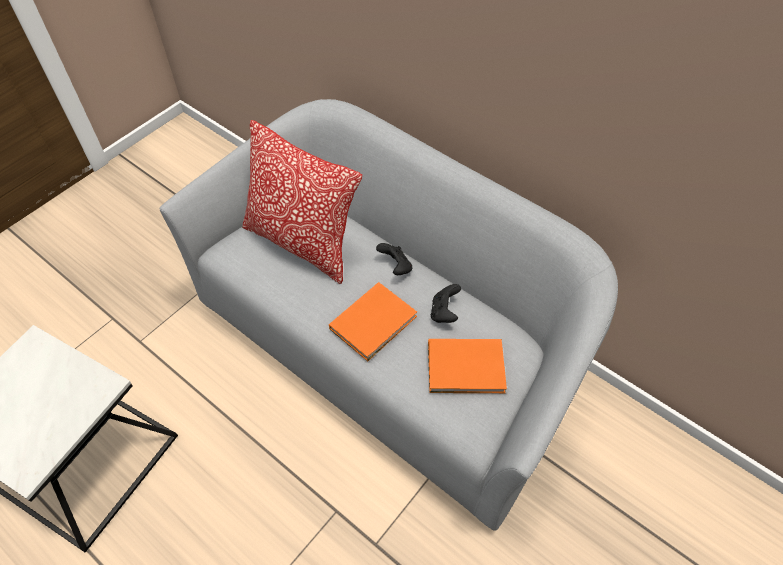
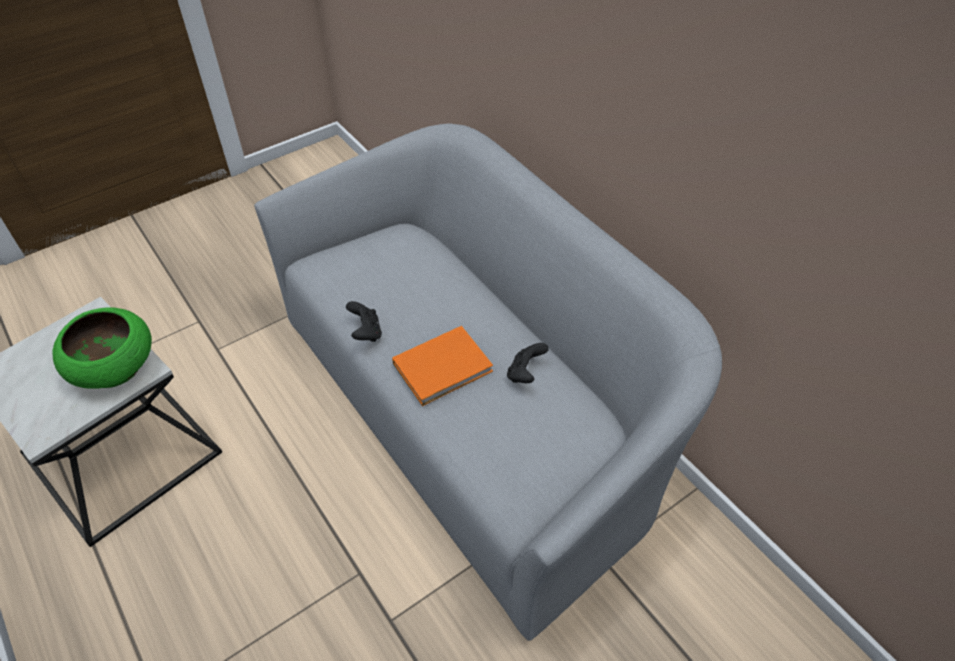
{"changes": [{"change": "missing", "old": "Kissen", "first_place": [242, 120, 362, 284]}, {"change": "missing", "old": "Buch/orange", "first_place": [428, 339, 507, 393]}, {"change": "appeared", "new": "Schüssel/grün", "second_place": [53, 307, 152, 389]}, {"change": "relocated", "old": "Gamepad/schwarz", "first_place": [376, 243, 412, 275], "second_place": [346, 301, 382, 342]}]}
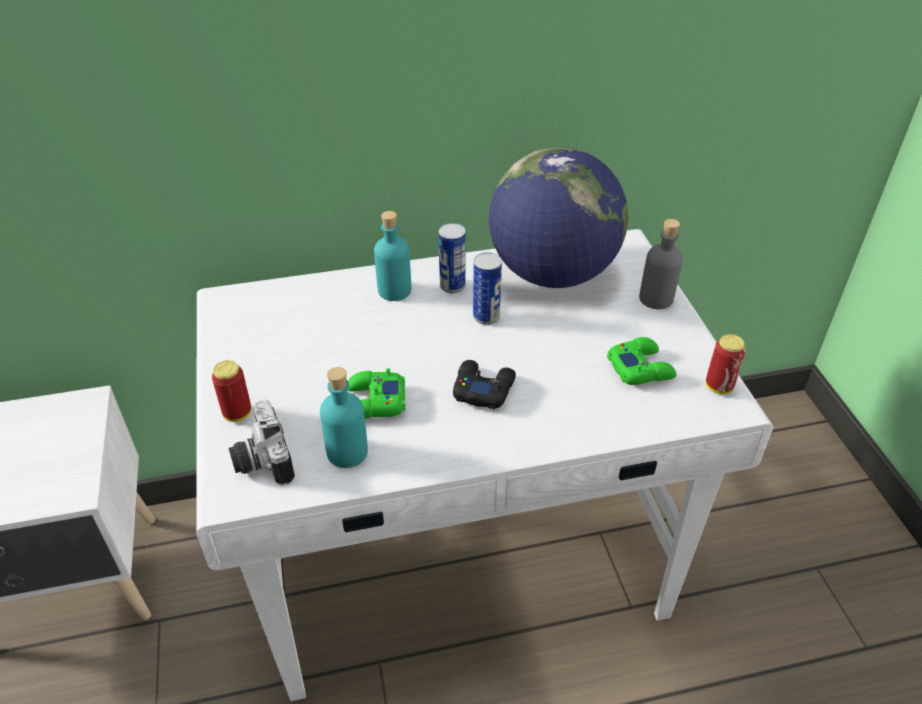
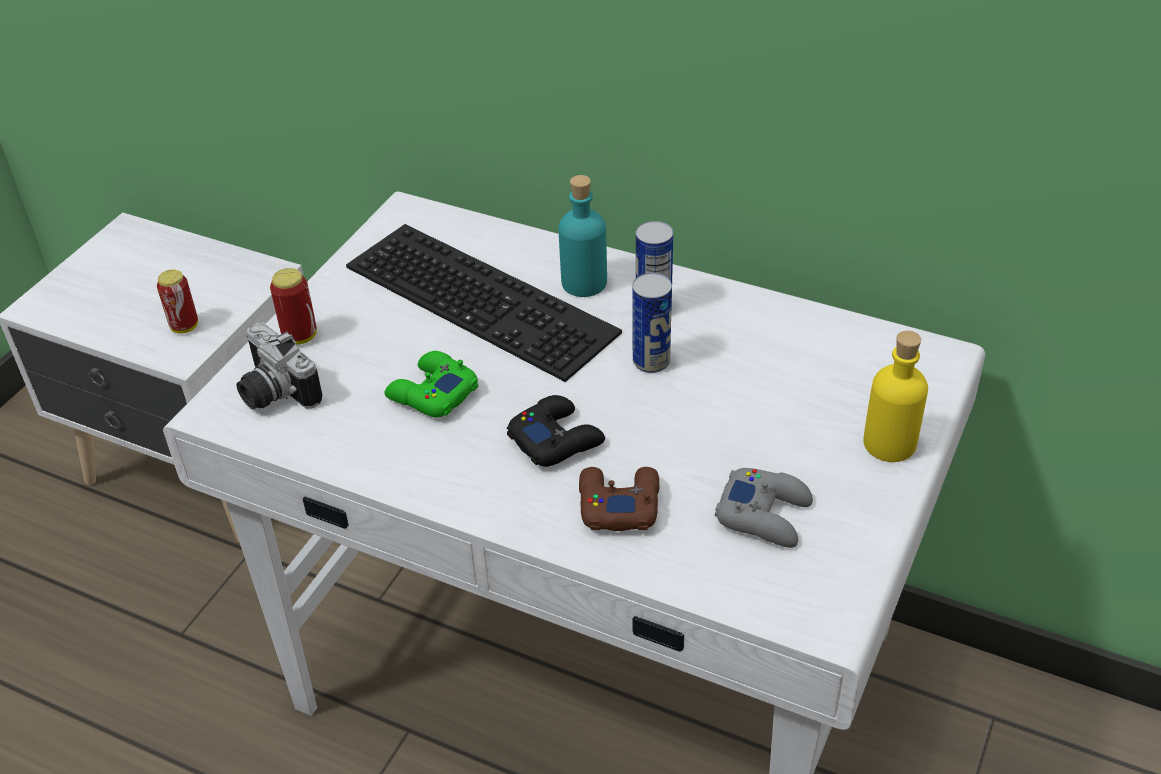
{"changes": [{"change": "missing", "old": "Flasche/türkis", "first_place": [320, 367, 368, 468]}, {"change": "missing", "old": "Globus", "first_place": [489, 147, 628, 288]}, {"change": "appeared", "new": "Tastatur", "second_place": [346, 224, 622, 382]}, {"change": "appeared", "new": "Gamepad/braun", "second_place": [579, 467, 659, 531]}, {"change": "relocated", "old": "Dose", "first_place": [706, 334, 746, 394], "second_place": [157, 270, 198, 334]}, {"change": "colour", "old": "Gamepad/grün", "new": "Gamepad/grau", "first_place": [607, 337, 677, 385], "second_place": [715, 468, 813, 548]}, {"change": "colour", "old": "Flasche/grau", "new": "Flasche/gelb", "first_place": [639, 219, 683, 309], "second_place": [863, 331, 928, 462]}, {"change": "spun", "old": "Kamera", "first_place": [228, 400, 295, 486], "second_place": [236, 322, 322, 409], "degrees": -60}]}
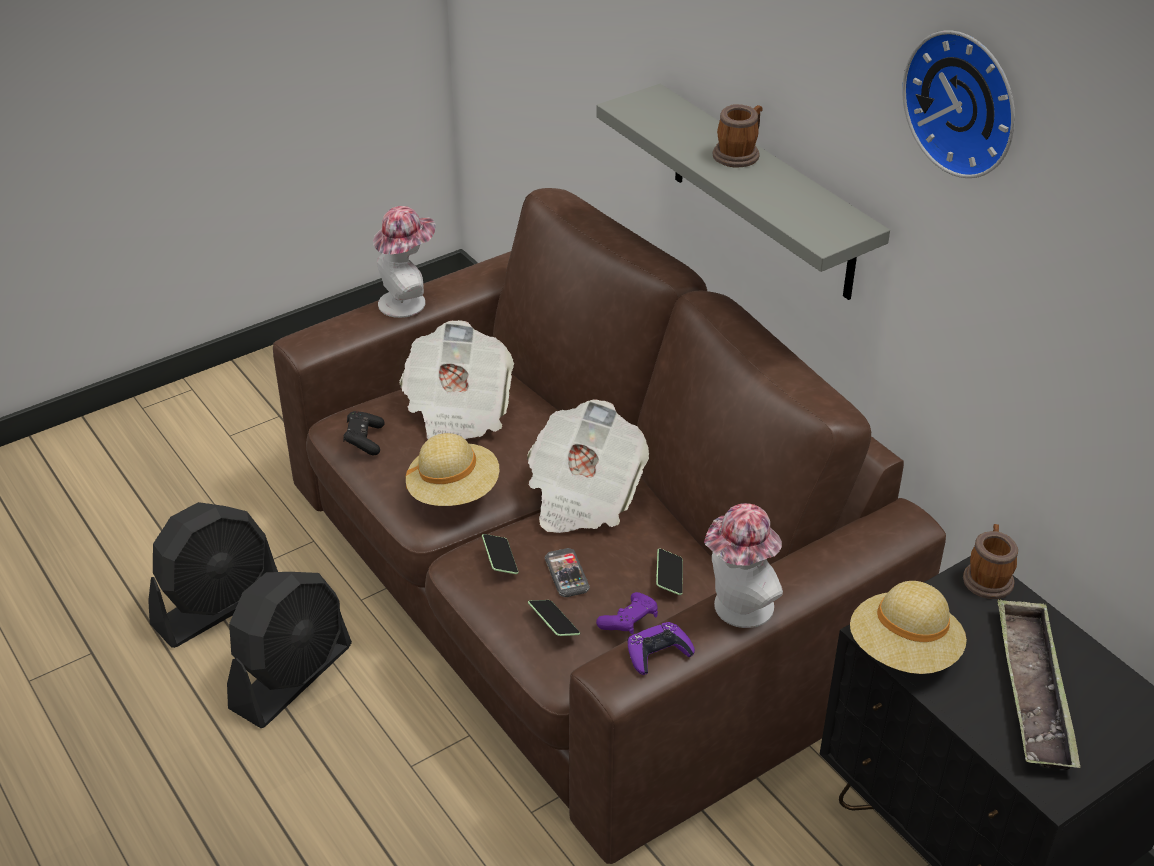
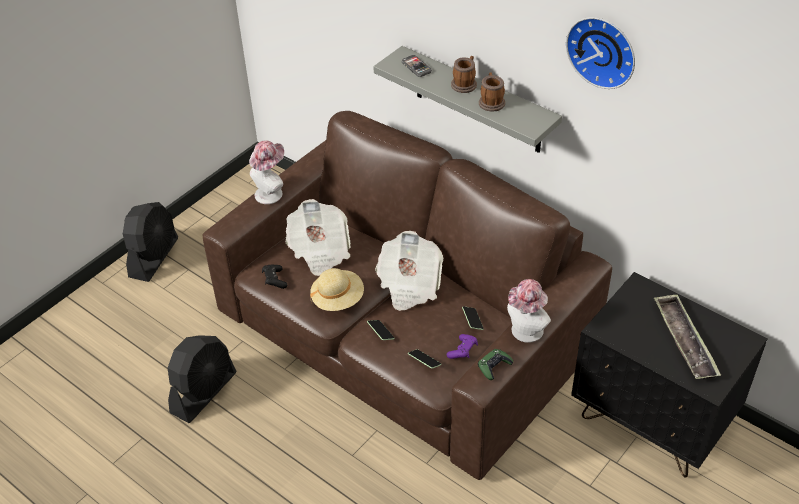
{"changes": [{"change": "missing", "old": "Hut/beige", "first_place": [850, 581, 967, 674]}, {"change": "relocated", "old": "Ventilator/schwarz", "first_place": [227, 572, 352, 728], "second_place": [123, 202, 178, 282]}, {"change": "relocated", "old": "Handy", "first_place": [545, 548, 590, 597], "second_place": [402, 55, 432, 77]}, {"change": "relocated", "old": "Henkelbecher", "first_place": [963, 524, 1018, 599], "second_place": [479, 72, 505, 111]}, {"change": "colour", "old": "Gamepad/lila", "new": "Gamepad/grün", "first_place": [628, 622, 695, 675], "second_place": [478, 349, 513, 380]}]}
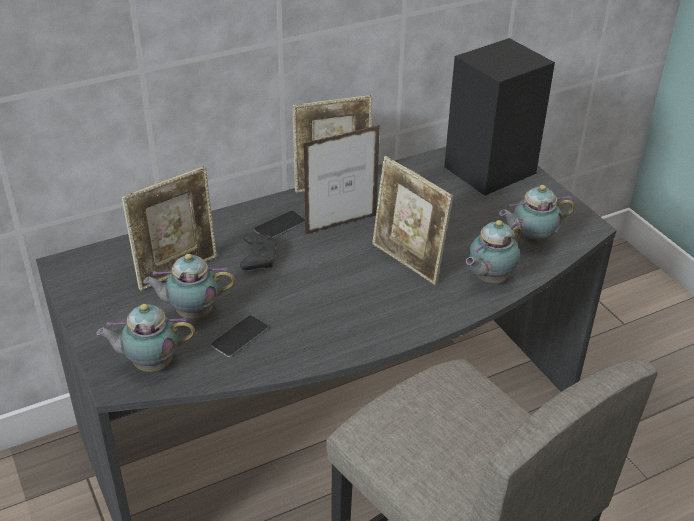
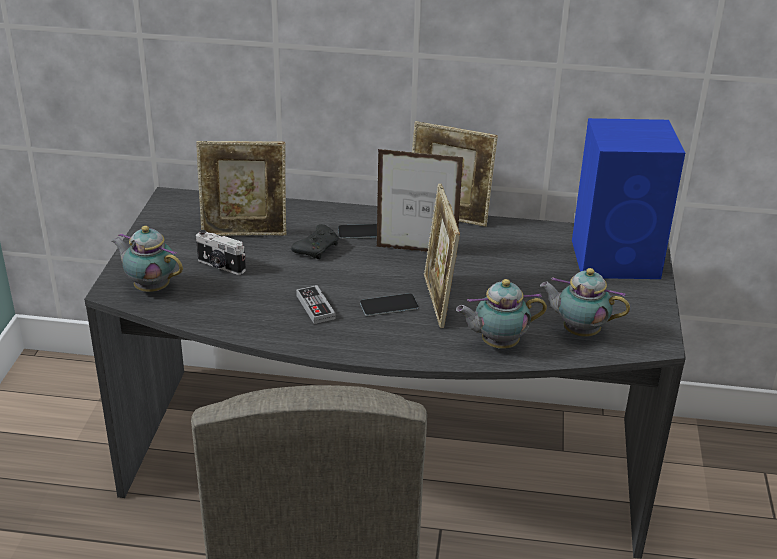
{"changes": [{"change": "appeared", "new": "Gamepad", "second_place": [296, 285, 335, 324]}, {"change": "relocated", "old": "Handy", "first_place": [211, 316, 268, 357], "second_place": [360, 293, 419, 316]}, {"change": "exchanged", "old": "Teekanne", "new": "Kamera", "first_place": [143, 254, 235, 319], "second_place": [196, 230, 246, 275]}, {"change": "colour", "old": "Lautsprecher/schwarz", "new": "Lautsprecher/blau", "first_place": [444, 38, 555, 196], "second_place": [572, 118, 685, 279]}]}
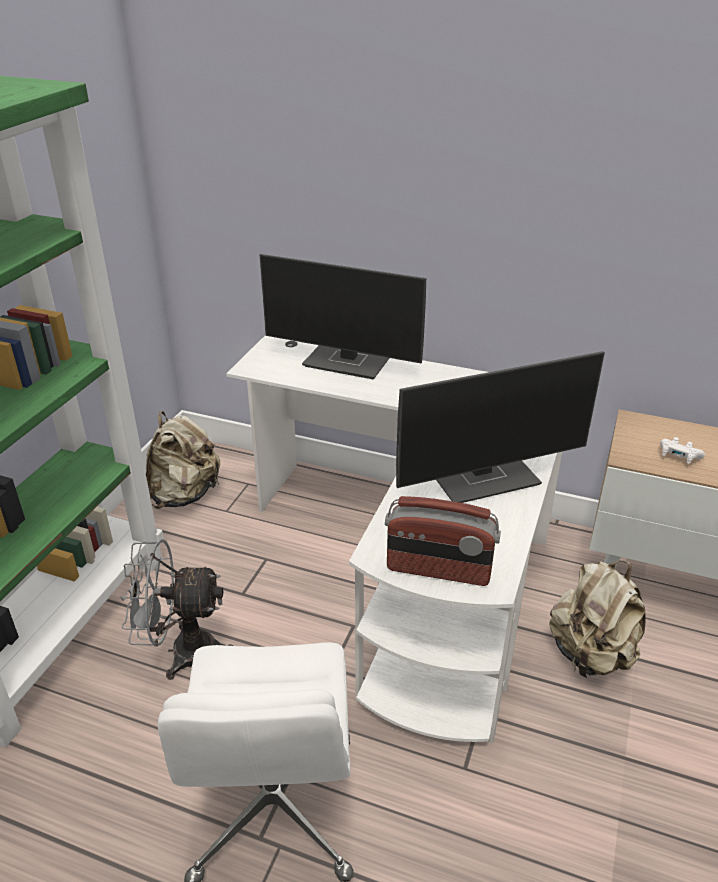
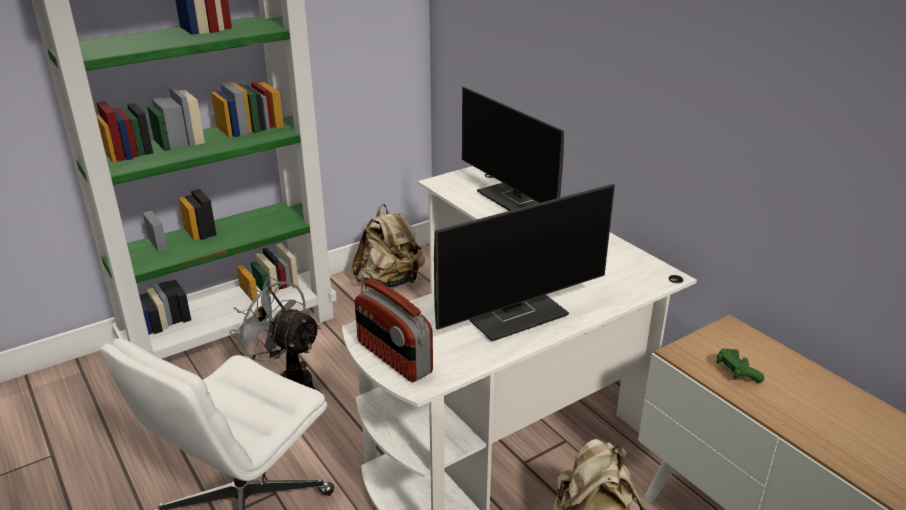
{"changes": [{"change": "colour", "old": "Gamepad/weiß", "new": "Gamepad/grün", "first_place": [660, 437, 705, 464], "second_place": [716, 348, 764, 383]}, {"change": "spun", "old": "Monitor", "first_place": [396, 351, 605, 503], "second_place": [434, 184, 615, 341], "degrees": -45}]}
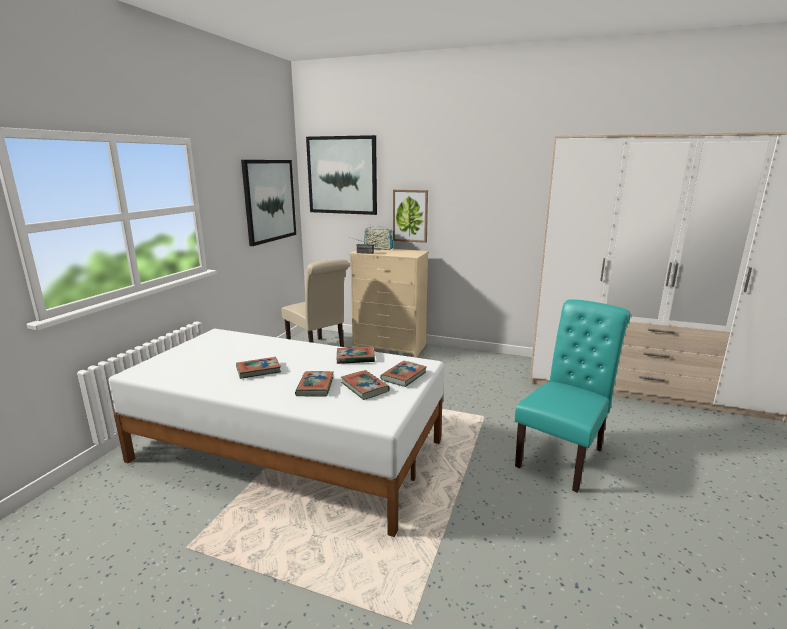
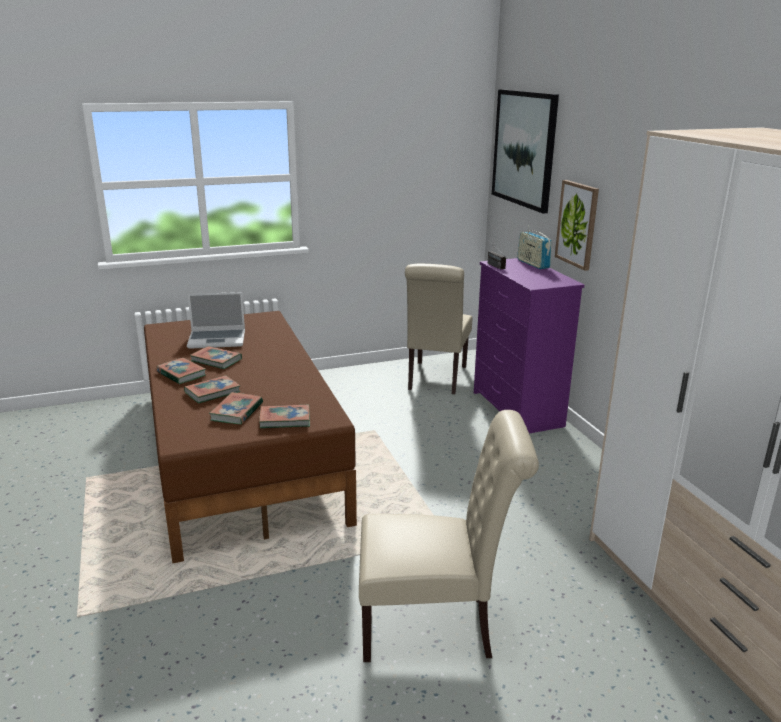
{"changes": [{"change": "missing", "old": "Bild", "first_place": [241, 160, 296, 246]}, {"change": "appeared", "new": "Laptop", "second_place": [187, 292, 245, 349]}, {"change": "relocated", "old": "Buch", "first_place": [337, 346, 375, 364], "second_place": [156, 358, 206, 384]}, {"change": "colour", "old": "Bett/weiß", "new": "Bett/braun", "first_place": [109, 329, 444, 537], "second_place": [144, 311, 357, 564]}, {"change": "colour", "old": "Kommode/beige", "new": "Kommode/lila", "first_place": [349, 249, 429, 358], "second_place": [474, 258, 584, 433]}, {"change": "colour", "old": "Stuhl/türkis", "new": "Stuhl/beige", "first_place": [515, 299, 631, 493], "second_place": [359, 410, 539, 662]}]}
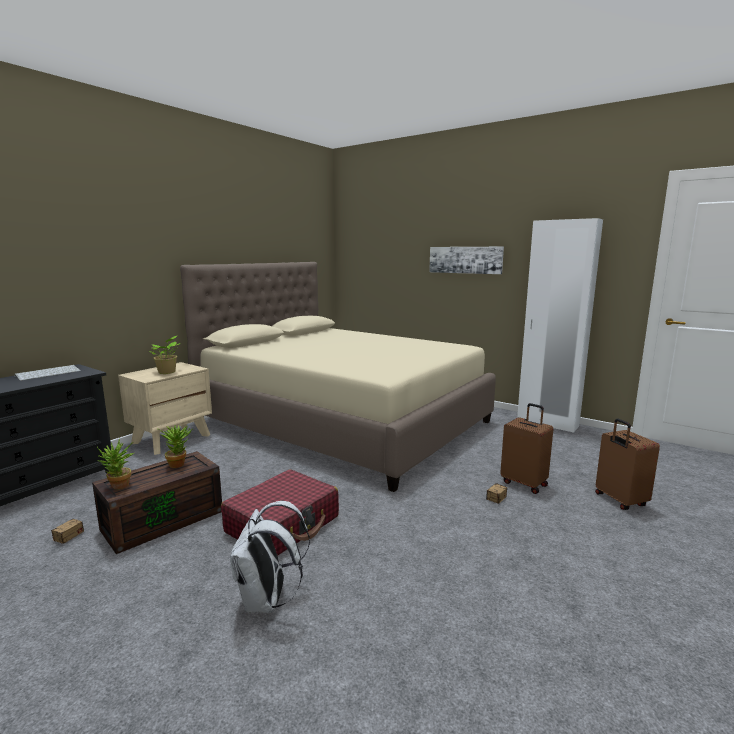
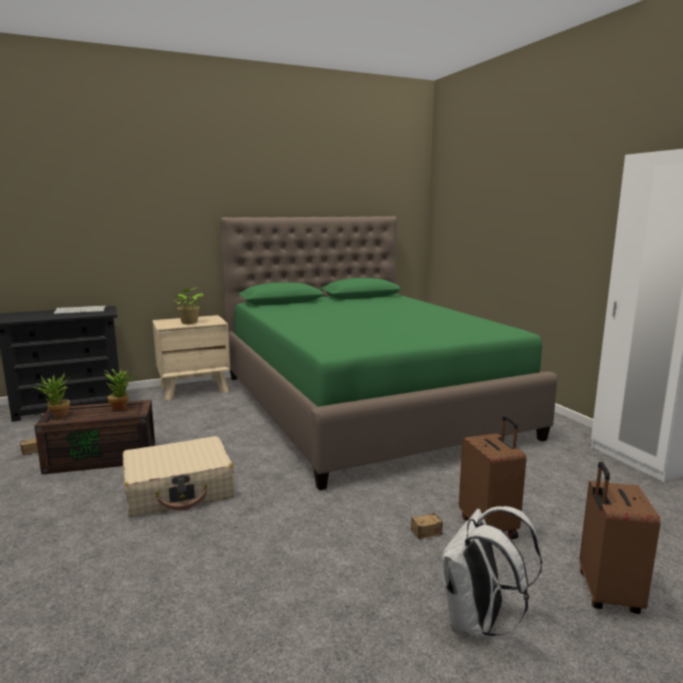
{"changes": [{"change": "missing", "old": "Bild", "first_place": [429, 247, 504, 274]}, {"change": "relocated", "old": "Rucksack/weiß", "first_place": [230, 501, 310, 613], "second_place": [442, 506, 542, 639]}, {"change": "colour", "old": "Bett/beige", "new": "Bett/grün", "first_place": [180, 262, 496, 492], "second_place": [220, 216, 558, 490]}, {"change": "colour", "old": "Koffer/rot", "new": "Koffer/beige", "first_place": [221, 469, 339, 556], "second_place": [123, 436, 235, 517]}]}
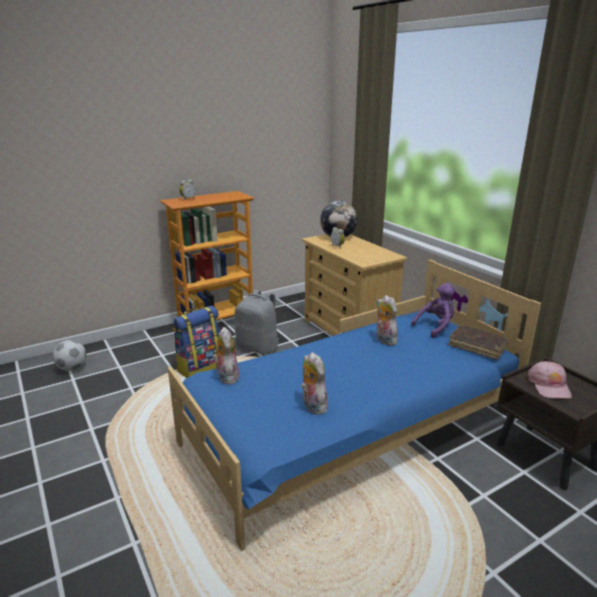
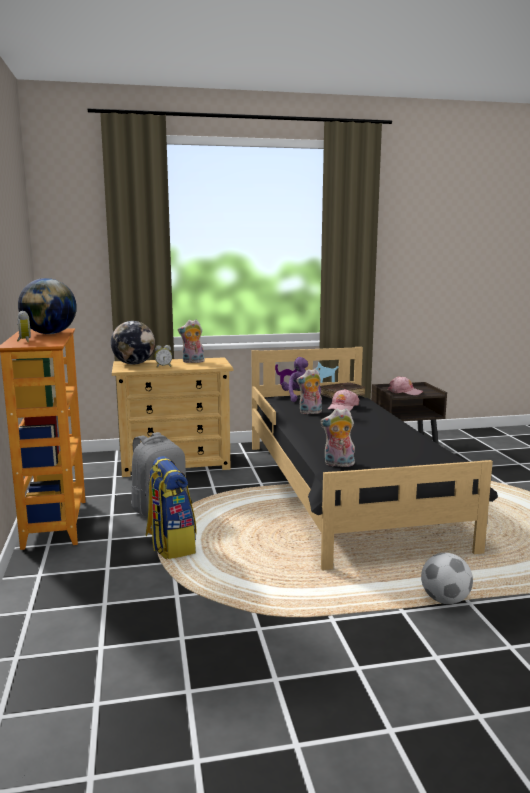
{"changes": [{"change": "appeared", "new": "Globus", "second_place": [18, 278, 77, 334]}, {"change": "appeared", "new": "Kappe/rosa", "second_place": [328, 389, 359, 411]}, {"change": "relocated", "old": "Fußball", "first_place": [53, 340, 86, 371], "second_place": [421, 553, 473, 604]}, {"change": "relocated", "old": "Plüschtier", "first_place": [301, 352, 328, 415], "second_place": [178, 320, 206, 363]}, {"change": "colour", "old": "Bett/blau", "new": "Bett/schwarz", "first_place": [168, 260, 541, 551], "second_place": [252, 347, 498, 570]}]}
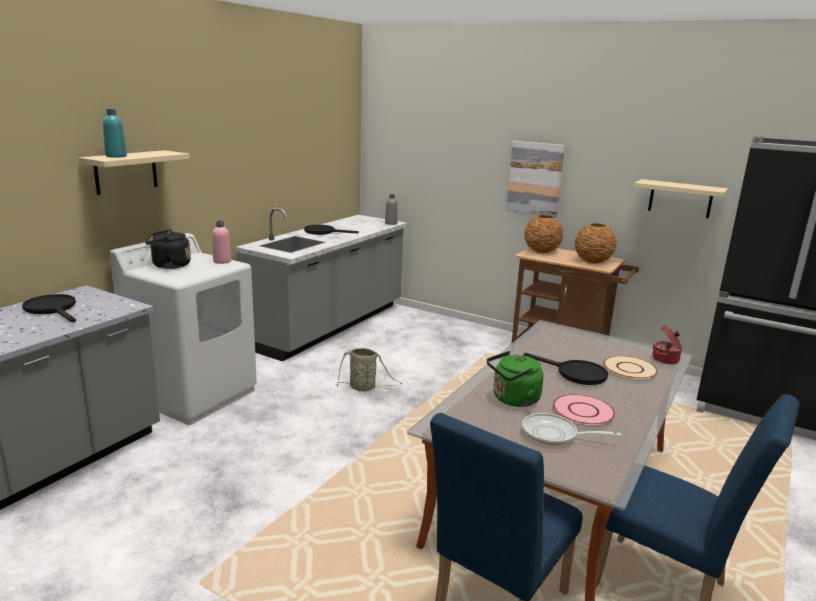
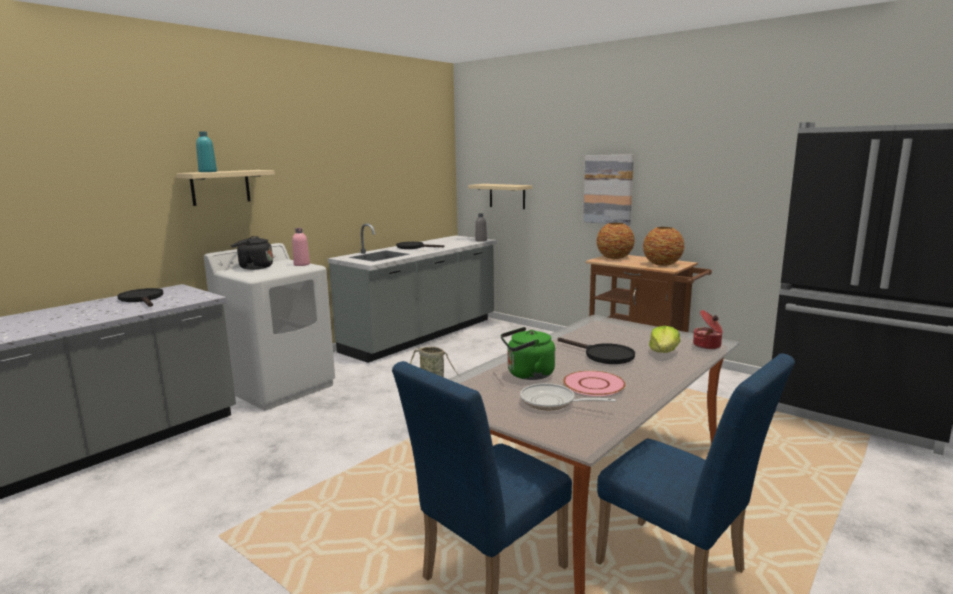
{"changes": [{"change": "relocated", "old": "Wandregal/beige", "first_place": [634, 179, 728, 218], "second_place": [468, 184, 532, 209]}, {"change": "exchanged", "old": "Teller/beige", "new": "Salatkopf", "first_place": [603, 356, 658, 380], "second_place": [649, 326, 680, 353]}]}
